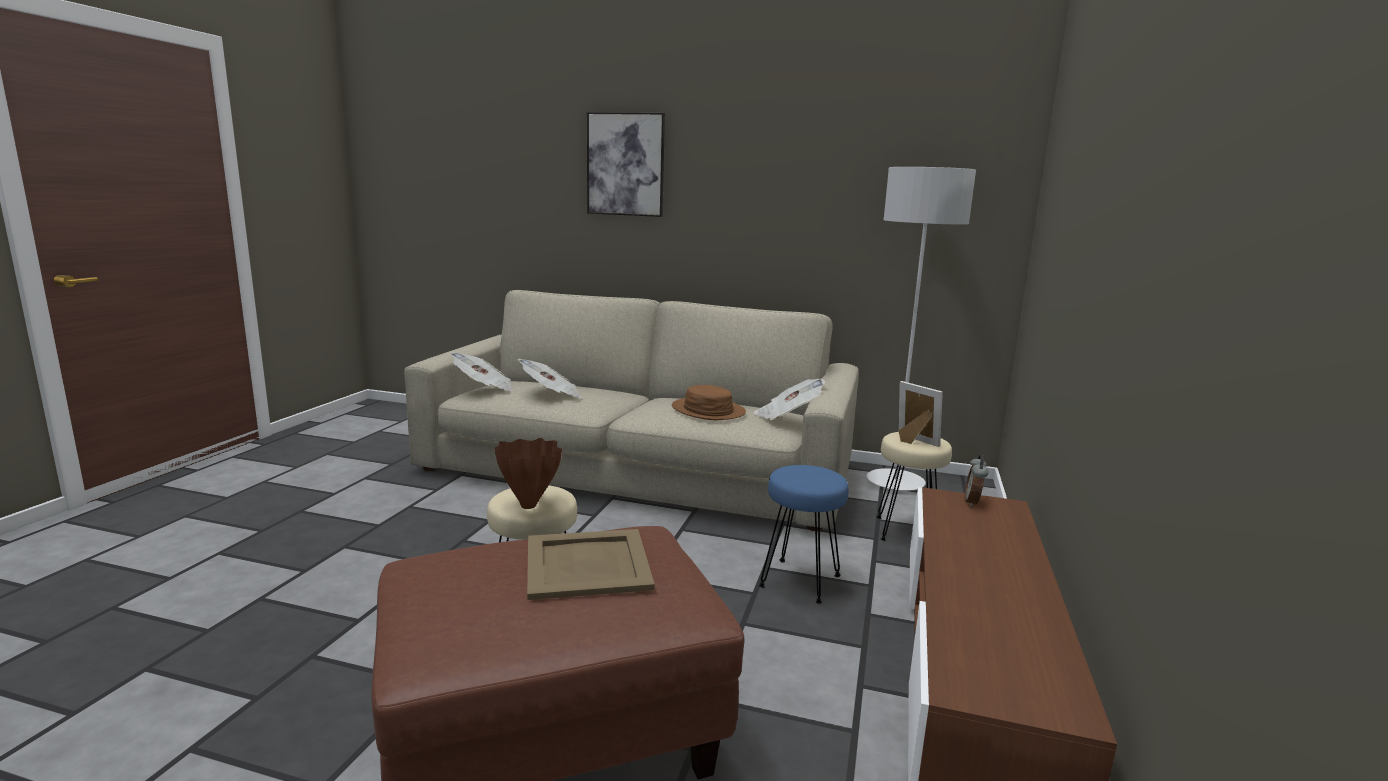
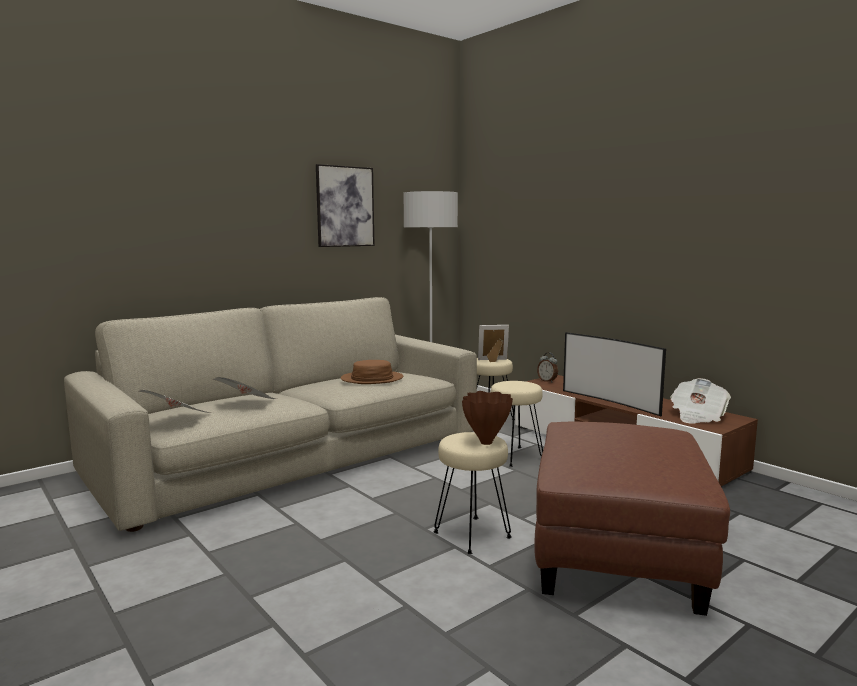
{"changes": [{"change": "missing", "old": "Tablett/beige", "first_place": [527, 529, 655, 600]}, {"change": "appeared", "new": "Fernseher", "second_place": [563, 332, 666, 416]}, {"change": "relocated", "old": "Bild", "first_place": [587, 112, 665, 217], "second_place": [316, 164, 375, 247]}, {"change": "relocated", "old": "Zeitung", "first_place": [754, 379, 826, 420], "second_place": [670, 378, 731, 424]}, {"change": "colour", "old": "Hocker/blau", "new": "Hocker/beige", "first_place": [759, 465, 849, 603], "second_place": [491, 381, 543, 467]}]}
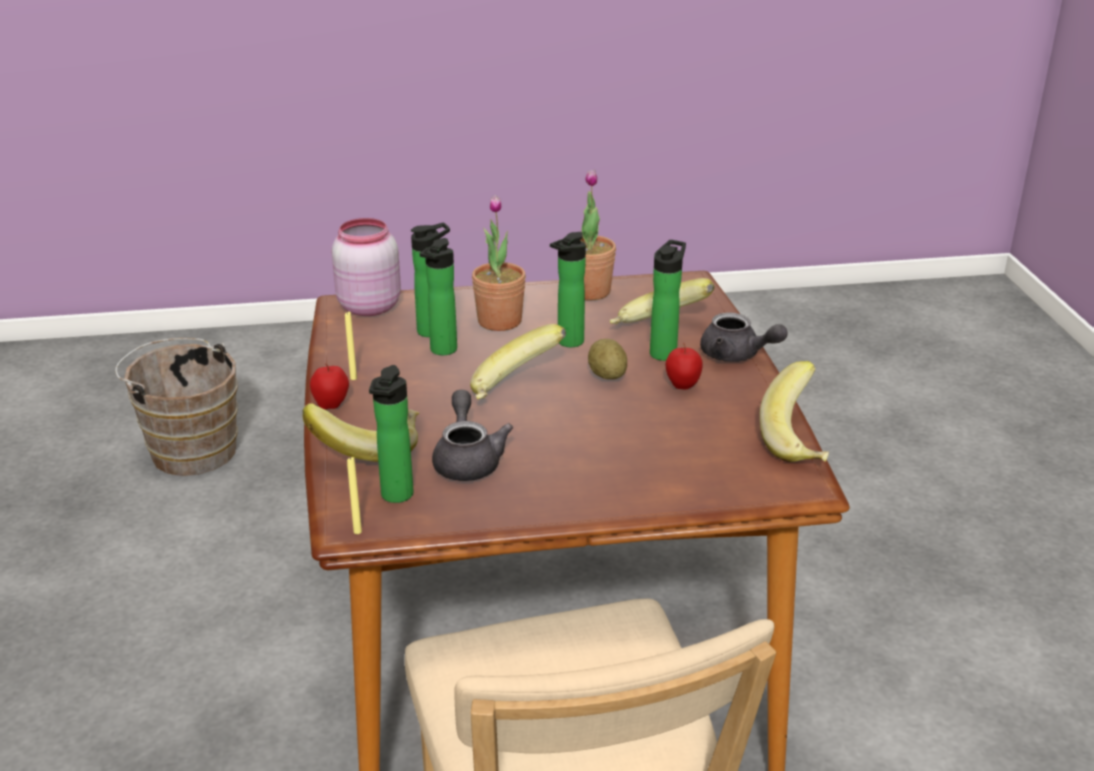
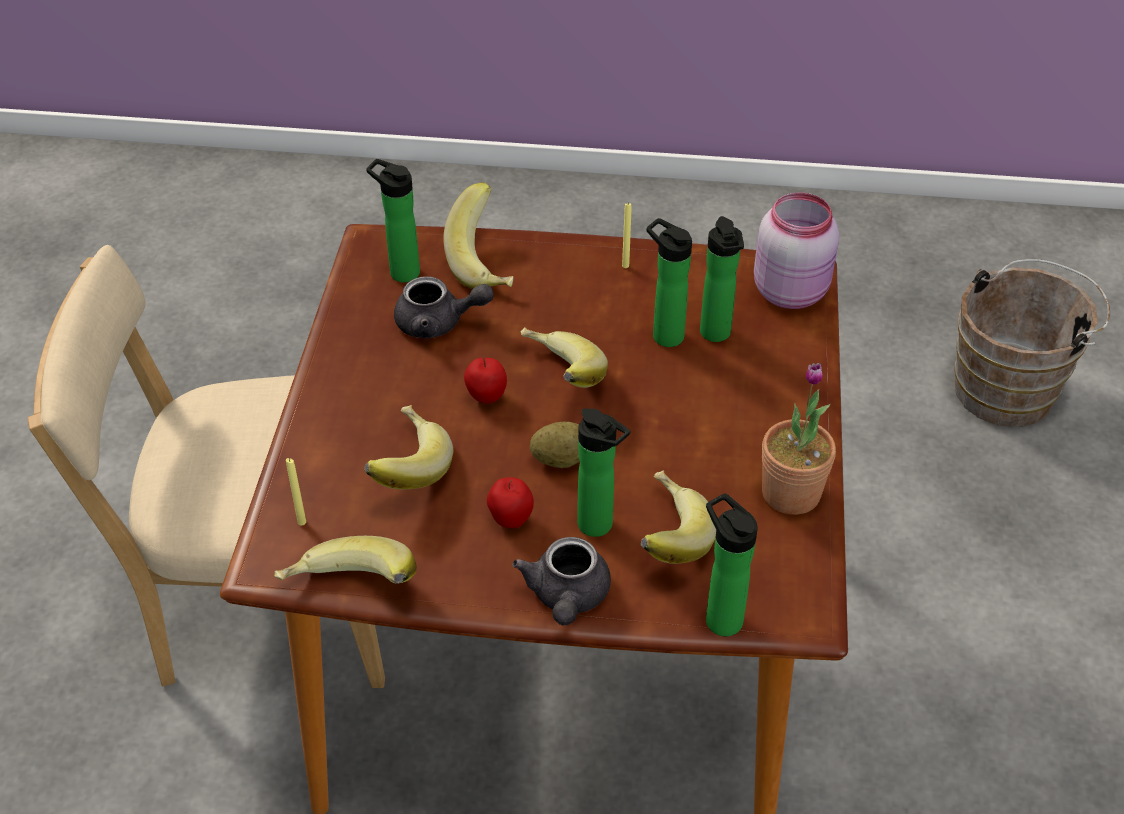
{"changes": [{"change": "missing", "old": "Topfpflanze", "first_place": [472, 195, 526, 331]}, {"change": "appeared", "new": "Banane", "second_place": [364, 405, 453, 490]}, {"change": "relocated", "old": "Apfel", "first_place": [310, 363, 349, 409], "second_place": [464, 356, 507, 404]}, {"change": "relocated", "old": "Kerze/gelb", "first_place": [347, 456, 362, 534], "second_place": [286, 458, 306, 525]}, {"change": "relocated", "old": "Flasche", "first_place": [550, 232, 586, 347], "second_place": [706, 493, 758, 636]}, {"change": "spun", "old": "Teekanne/grau", "first_place": [700, 313, 788, 362], "second_place": [512, 537, 611, 625], "degrees": -45}]}
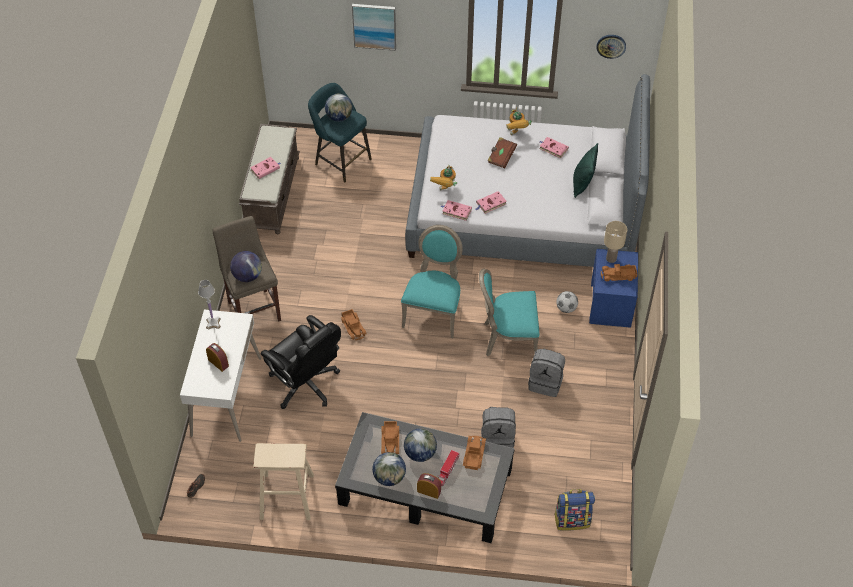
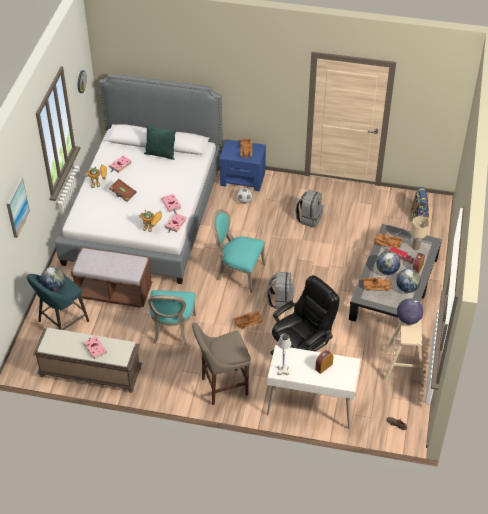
{"changes": [{"change": "appeared", "new": "Bank/braun", "second_place": [71, 247, 152, 308]}, {"change": "relocated", "old": "Globus", "first_place": [230, 251, 262, 282], "second_place": [397, 299, 423, 325]}, {"change": "relocated", "old": "Stuhl/türkis", "first_place": [479, 269, 539, 356], "second_place": [148, 290, 196, 345]}, {"change": "relocated", "old": "Rucksack/grau", "first_place": [481, 407, 516, 448], "second_place": [267, 272, 294, 310]}, {"change": "relocated", "old": "Tischlampe/beige", "first_place": [604, 221, 627, 263], "second_place": [410, 216, 429, 250]}]}
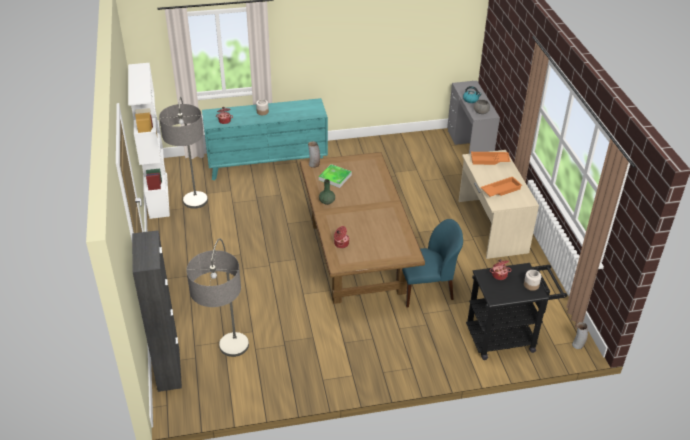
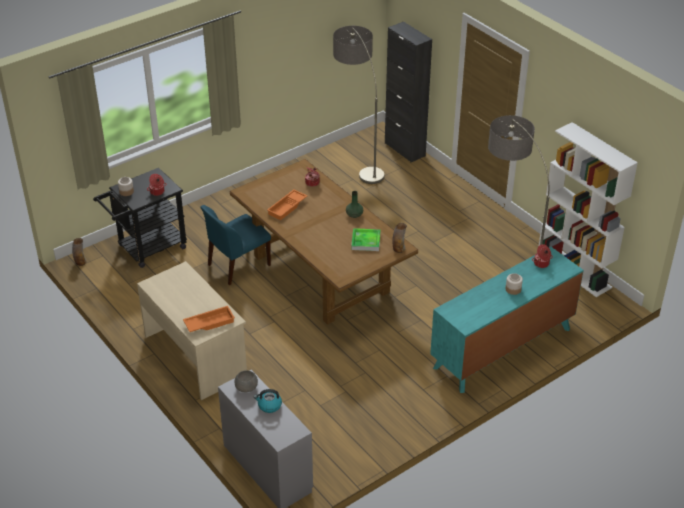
{"changes": [{"change": "relocated", "old": "Tablett/orange", "first_place": [481, 177, 522, 197], "second_place": [267, 189, 307, 220]}]}
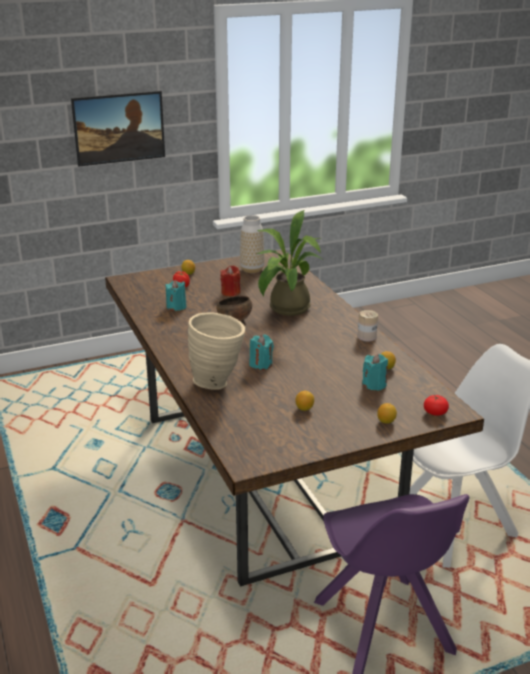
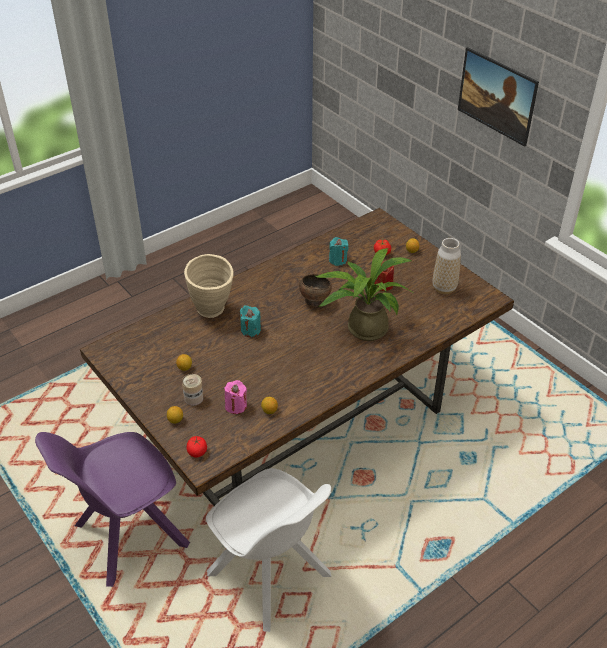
{"changes": [{"change": "relocated", "old": "Dose", "first_place": [358, 310, 378, 341], "second_place": [182, 374, 203, 406]}, {"change": "colour", "old": "Kerze/türkis", "new": "Kerze/rosa", "first_place": [362, 354, 388, 391], "second_place": [224, 380, 247, 414]}]}
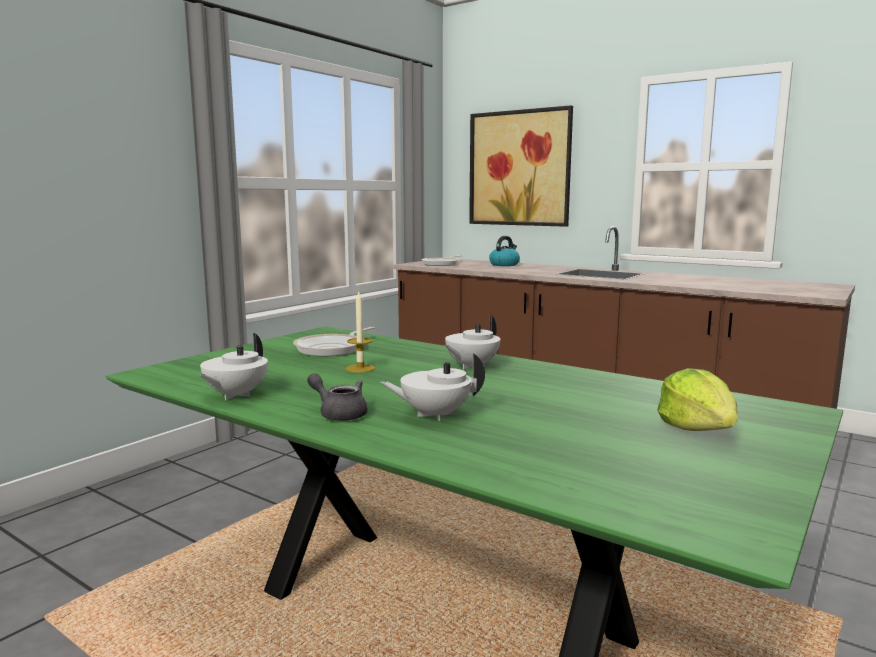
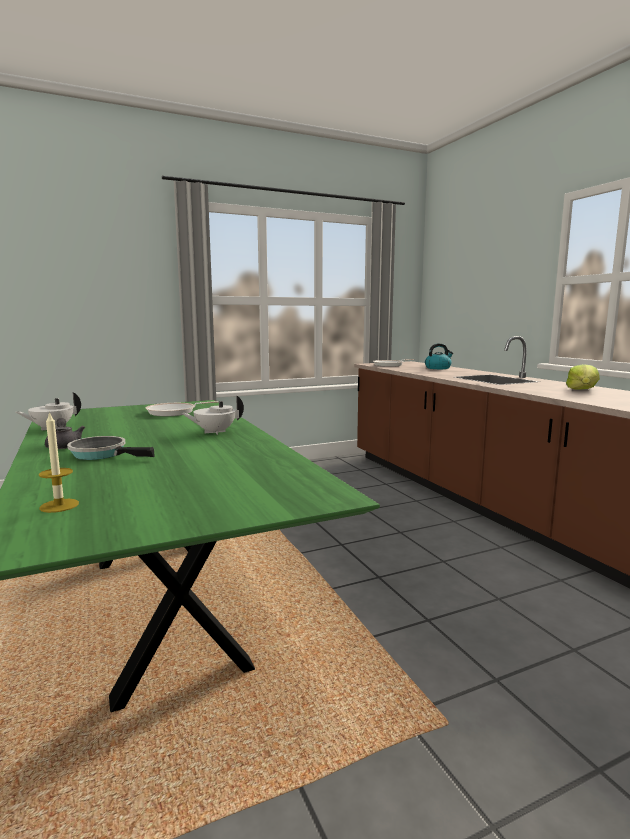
{"changes": [{"change": "missing", "old": "Bild", "first_place": [469, 105, 573, 227]}, {"change": "relocated", "old": "Kerze", "first_place": [346, 290, 375, 373], "second_place": [39, 412, 79, 513]}, {"change": "relocated", "old": "Salatkopf", "first_place": [657, 368, 738, 431], "second_place": [566, 364, 600, 390]}, {"change": "exchanged", "old": "Teekanne/weiß", "new": "Pfanne", "first_place": [380, 353, 485, 421], "second_place": [67, 436, 155, 460]}]}
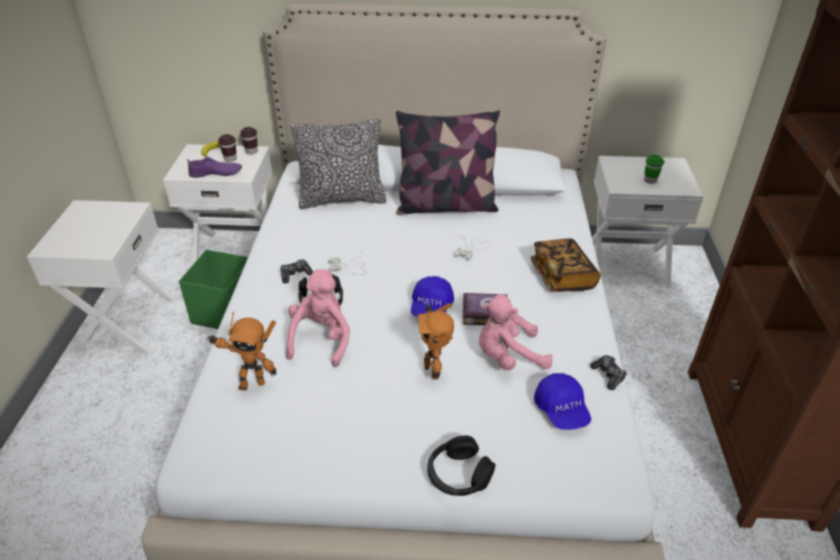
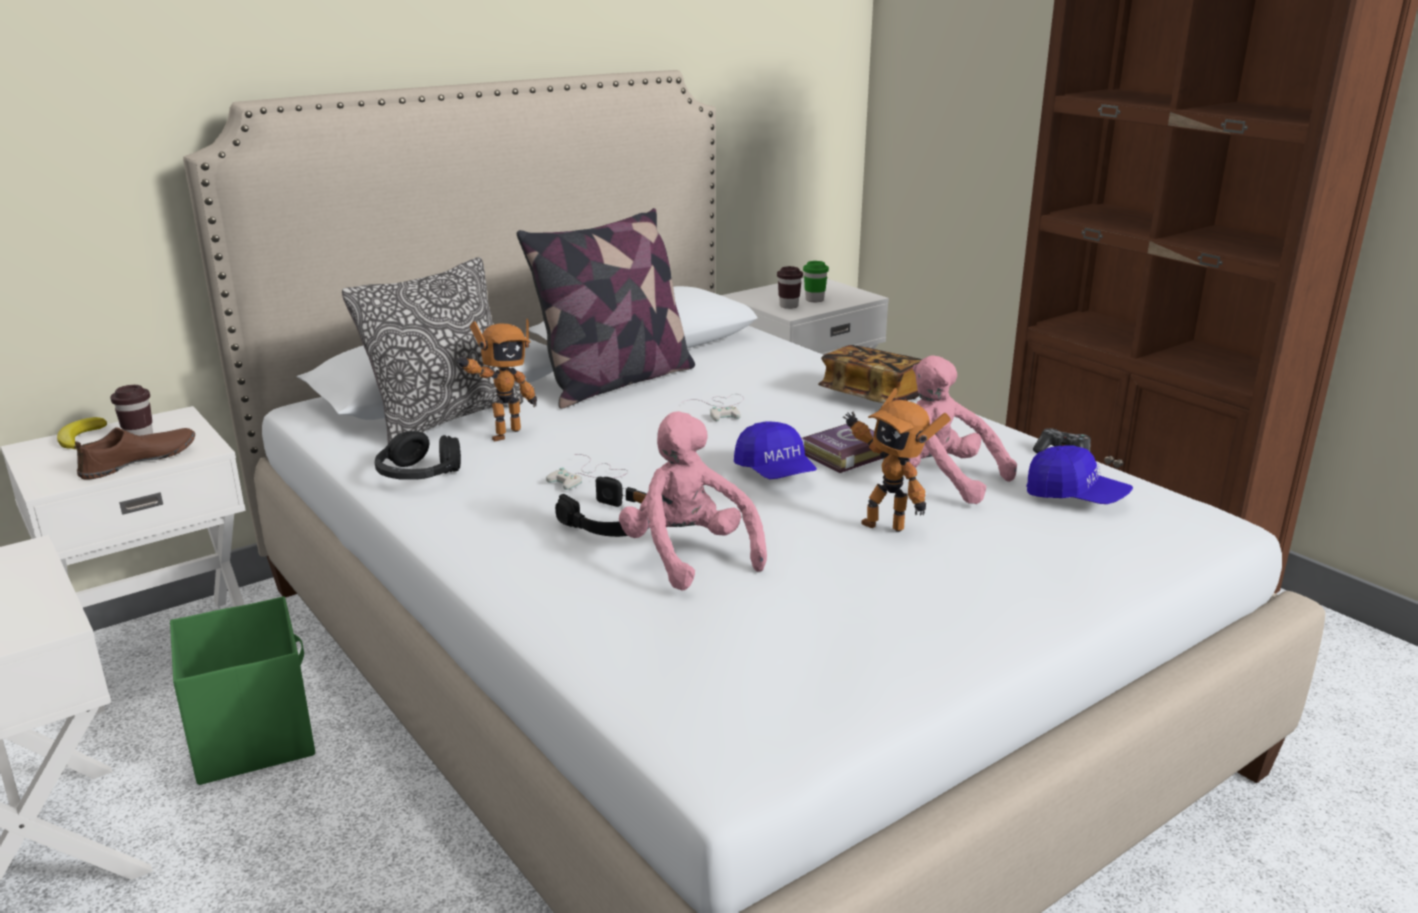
{"changes": [{"change": "missing", "old": "Gamepad", "first_place": [280, 259, 313, 283]}, {"change": "relocated", "old": "Spielzeugroboter", "first_place": [206, 312, 277, 390], "second_place": [456, 319, 537, 441]}, {"change": "relocated", "old": "Tasse/braun", "first_place": [240, 127, 258, 154], "second_place": [777, 266, 803, 309]}, {"change": "relocated", "old": "Kopfhörer/schwarz", "first_place": [427, 436, 495, 496], "second_place": [375, 431, 461, 480]}, {"change": "colour", "old": "Schuh/lila", "new": "Schuh/braun", "first_place": [188, 156, 242, 178], "second_place": [75, 427, 195, 479]}, {"change": "spun", "old": "Plüschtier/rosa", "first_place": [479, 294, 553, 370], "second_place": [909, 355, 1017, 504], "degrees": 90}]}
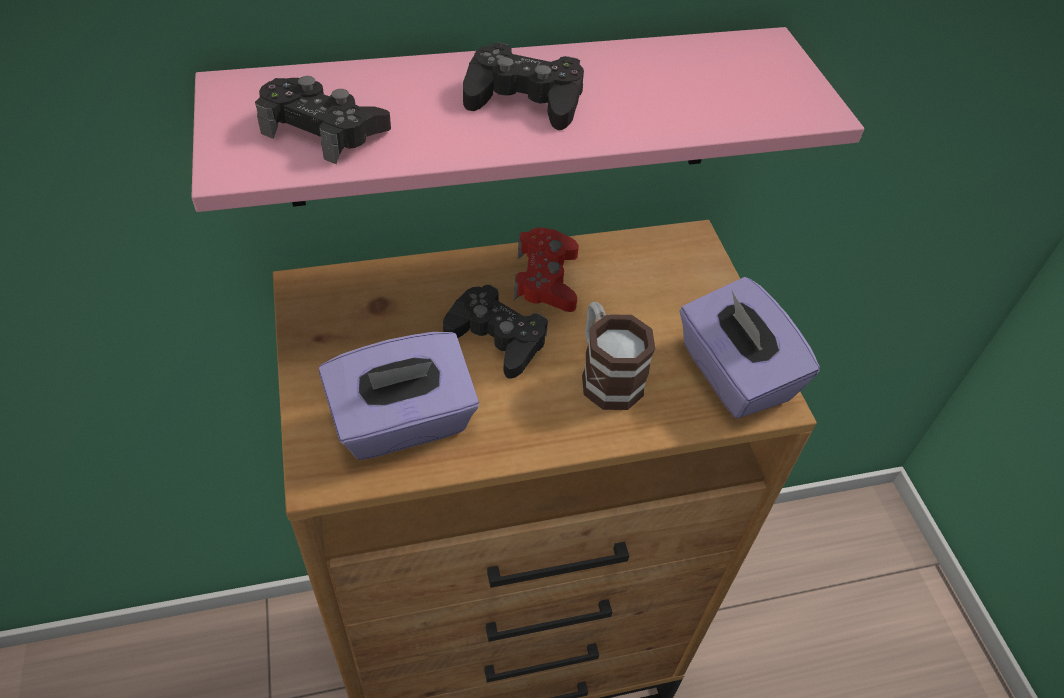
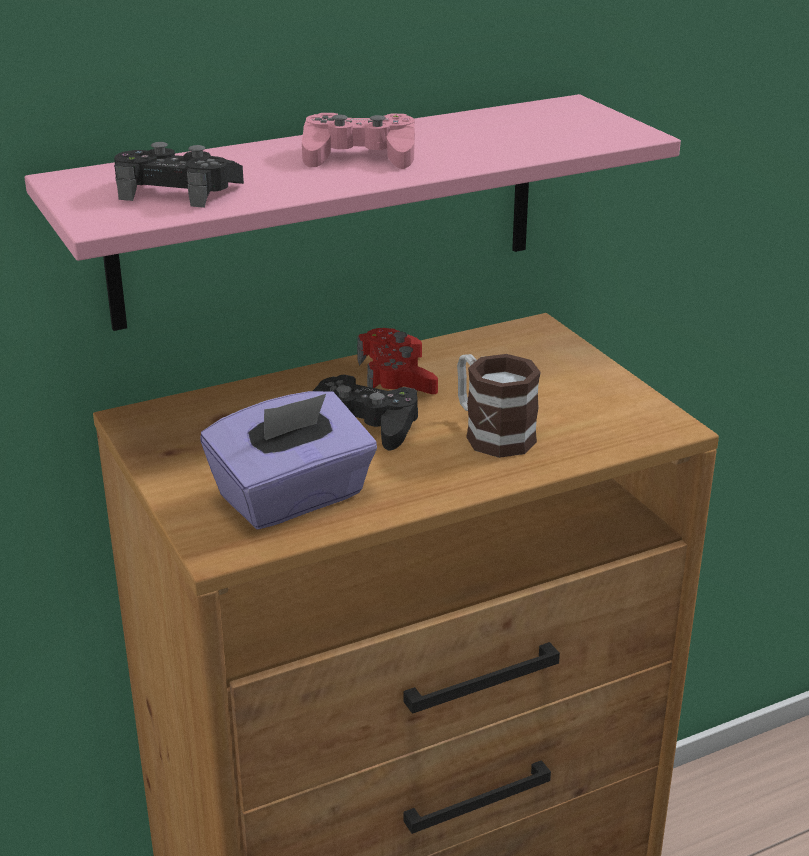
{"changes": [{"change": "missing", "old": "Taschentuchbox/lila", "first_place": [679, 277, 820, 419]}, {"change": "colour", "old": "Gamepad/schwarz", "new": "Gamepad/rosa", "first_place": [463, 42, 584, 130], "second_place": [302, 113, 415, 169]}]}
